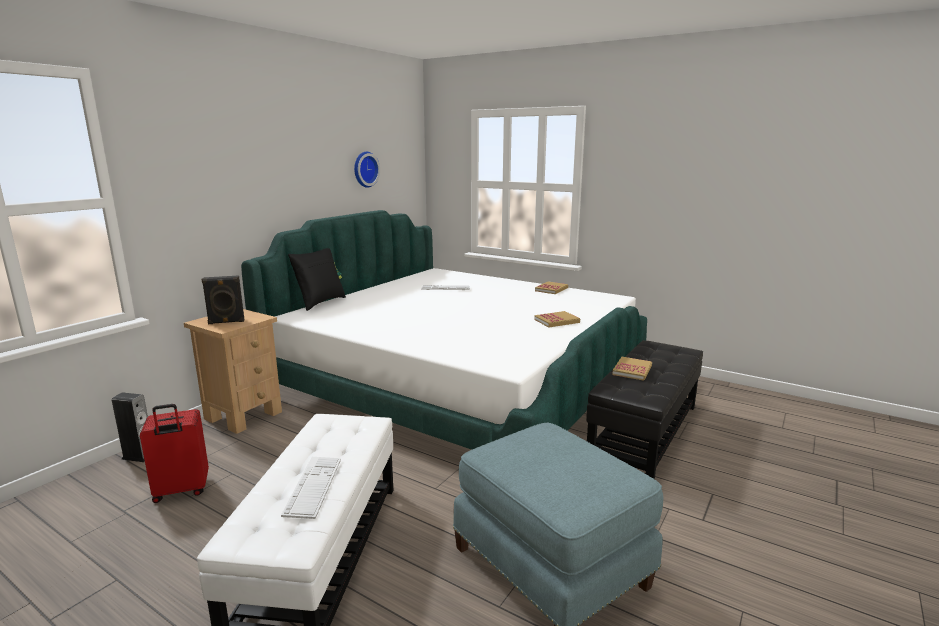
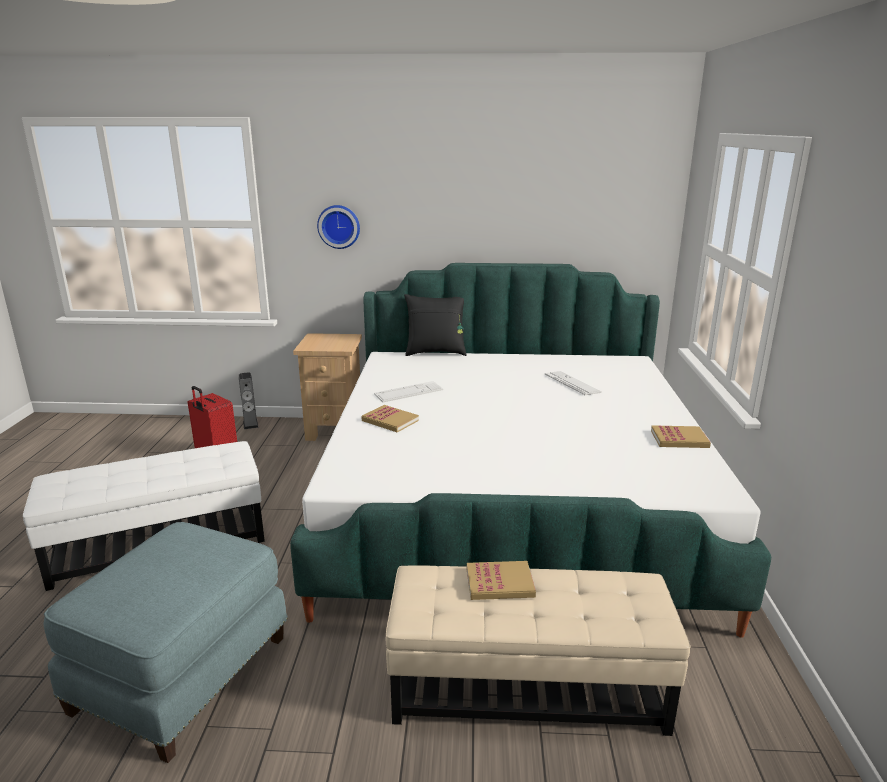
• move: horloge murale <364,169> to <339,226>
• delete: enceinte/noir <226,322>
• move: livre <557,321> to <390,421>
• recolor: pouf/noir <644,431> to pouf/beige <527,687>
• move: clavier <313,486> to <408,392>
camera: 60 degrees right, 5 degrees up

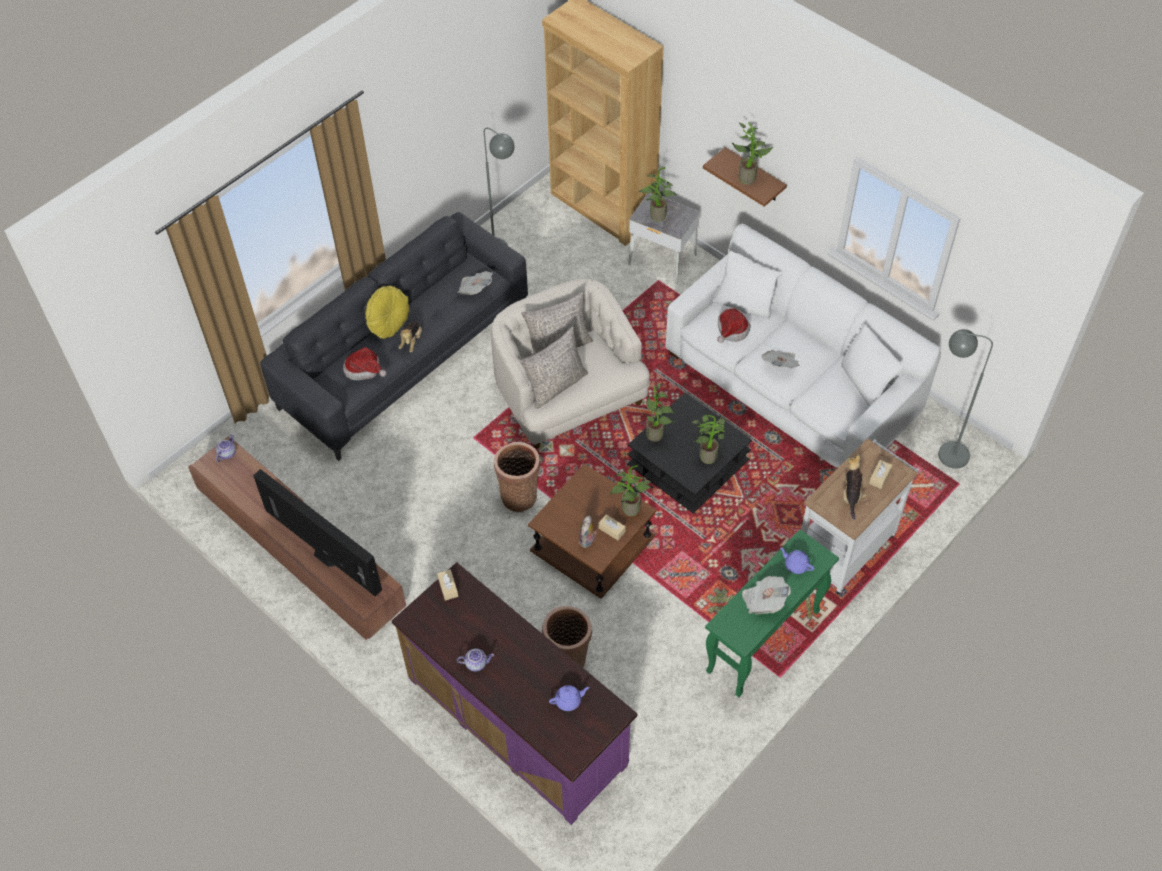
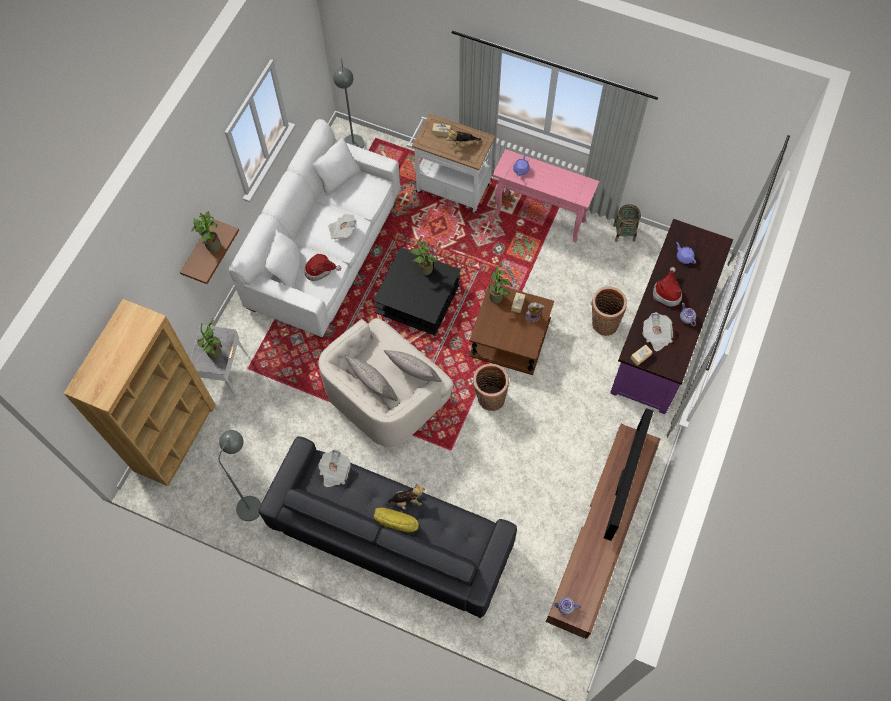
• move: chapeau <365,370> to <666,292>
• delete: plante en pot <657,435>
• recolor: table console/vert <763,642> to table console/rose <541,217>
• move: journal <764,601> to <656,336>
• insert: panier <624,233>
camera: 110 degrees left, 10 degrees up

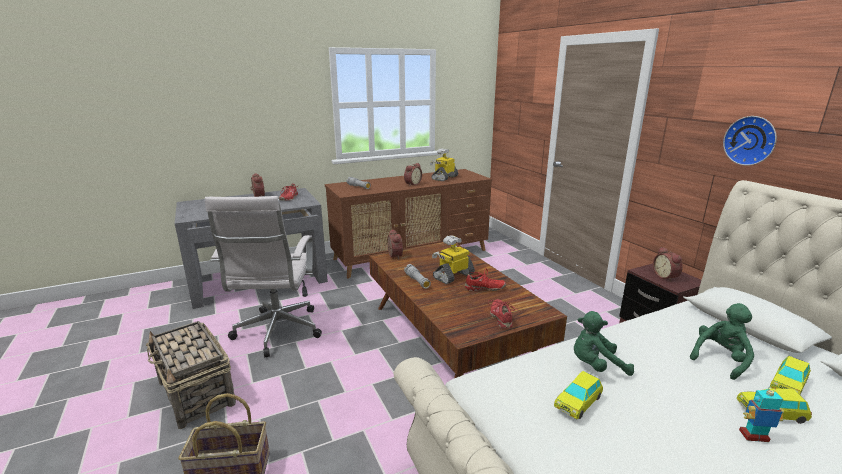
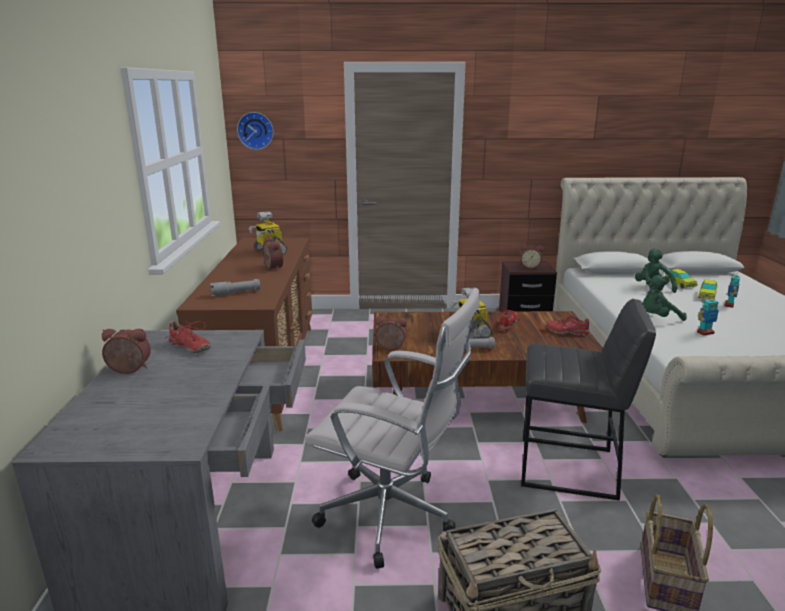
• move: horloge murale <751,140> to <255,130>
• rotate: peluche/vert <596,366> = <658,318> 60 degrees clockwise
• replace: petite voiture <578,402> to robot jouet <705,332>
• insert: tabouret/gris <569,468>
camera: 65 degrees left, 0 degrees up

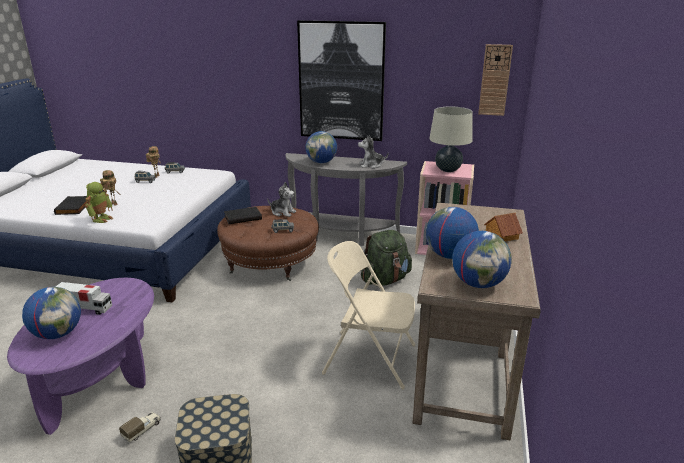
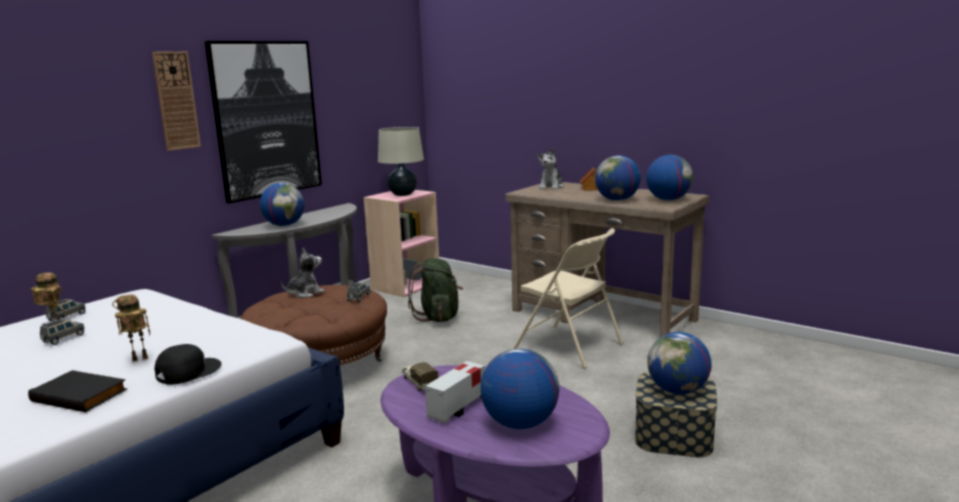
• move: horloge murale <495,80> to <176,100>
• move: peluche <371,165> to <551,187>
• replace: robot jouet <101,219> to casquette/noir <188,371>
• delete: livre/noir <243,217>
• rotate: chaise/beige <370,358> = <568,346> 90 degrees counterclockwise
• move: camion jouet <142,430> to <419,383>
• insert: globe <677,391>
camera: 65 degrees left, 10 degrees down

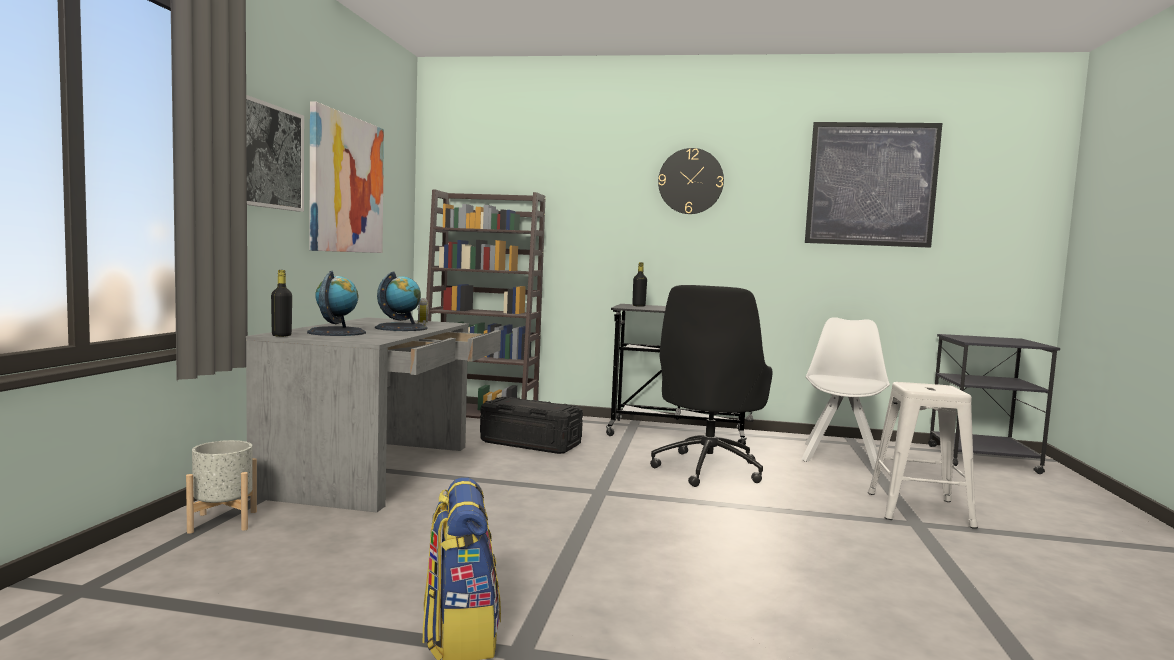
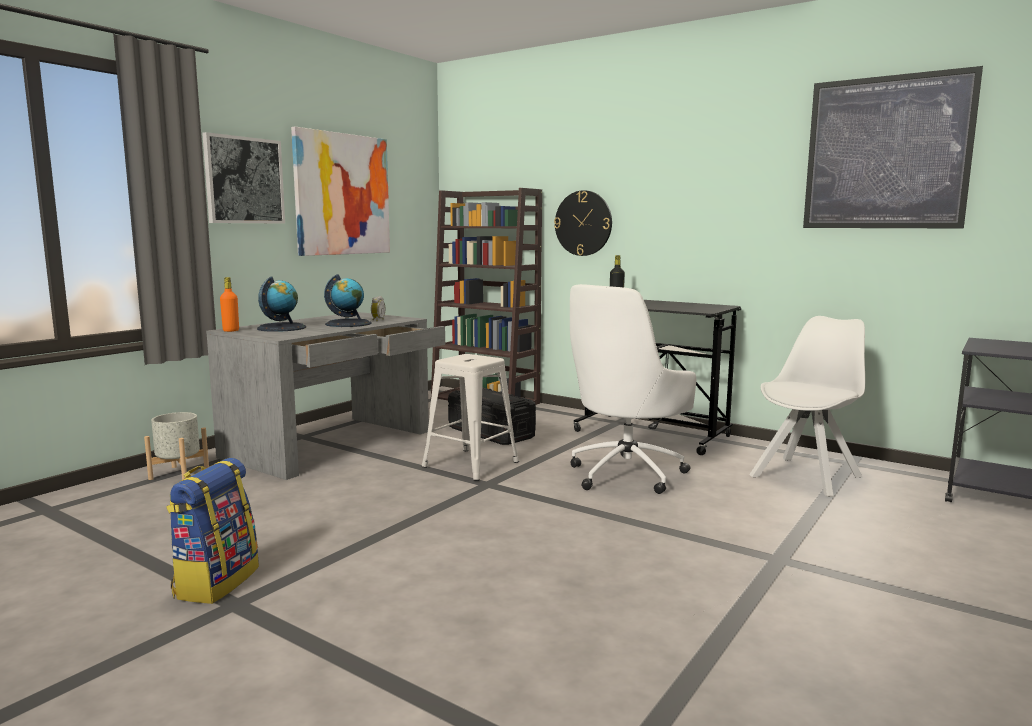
• move: horloge murale <690,181> to <583,223>
• recolor: bouteille/noir <281,335> to bouteille/orange <231,330>
• recolor: chaise de bureau/noir <707,470> to chaise de bureau/blanc <626,475>
• move: tabouret/blanc <919,510> to <470,464>
camera: 25 degrees right, 5 degrees up

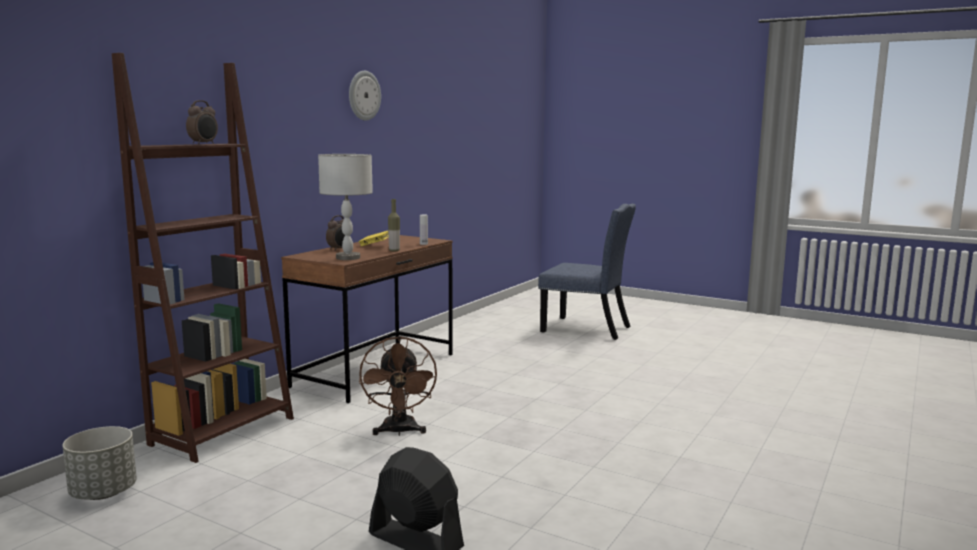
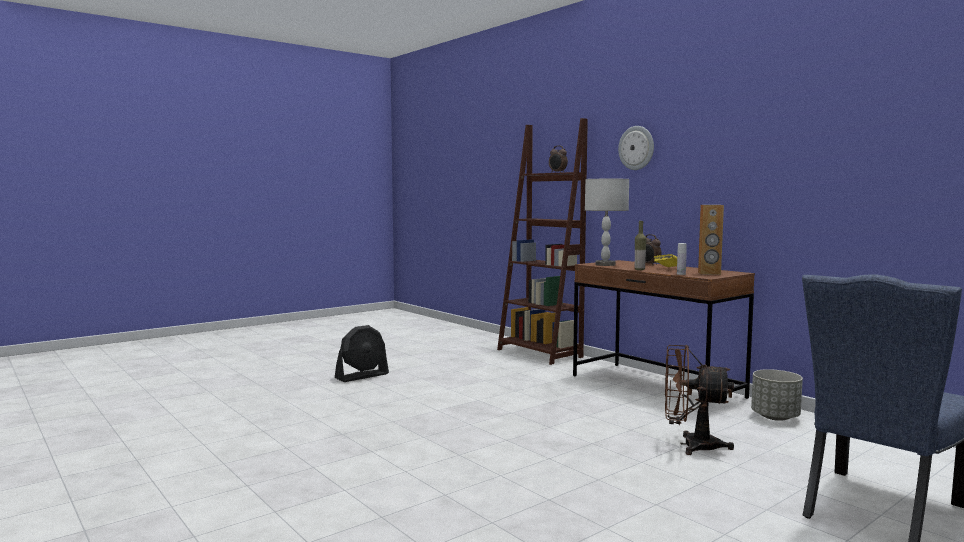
• move: horloge murale <363,95> to <636,148>
• move: ventilateur/marron <399,431> to <691,445>
• move: cache-pot/gris <103,492> to <775,417>
• insert: enceinte/marron <709,273>
camera: 110 degrees right, 5 degrees down

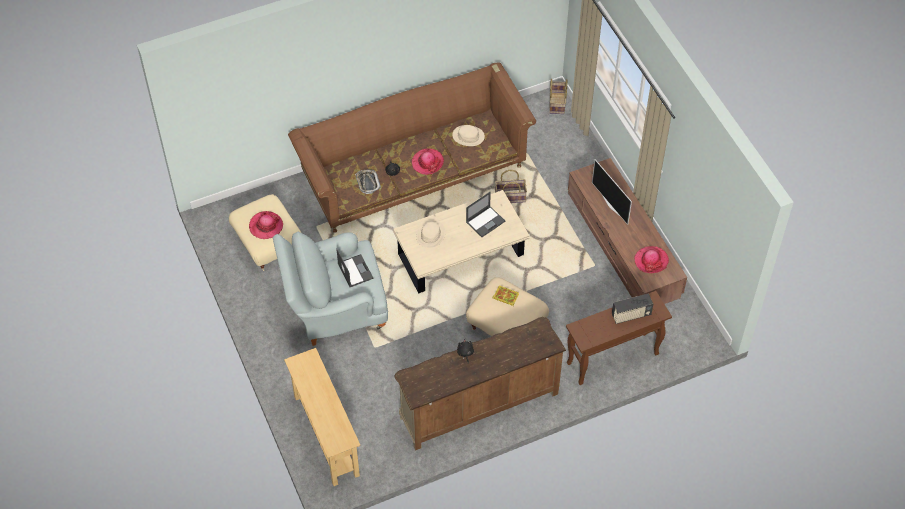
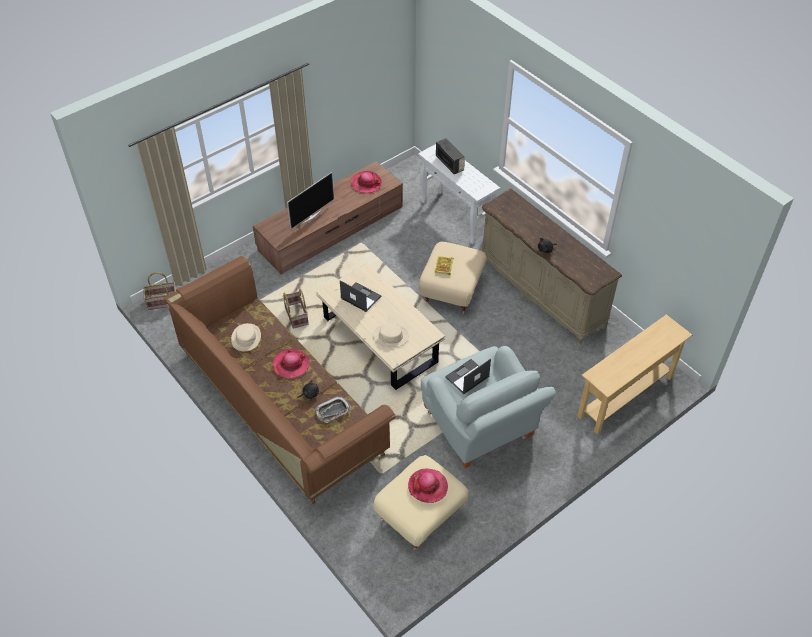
• recolor: table console/marron <612,359> to table console/blanc <456,217>
camera: 105 degrees left, 5 degrees down

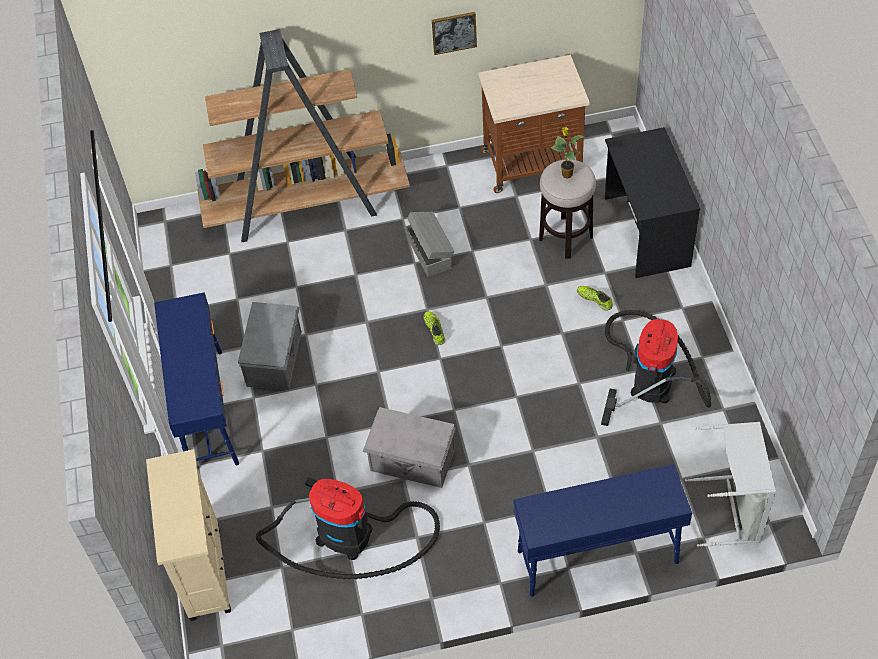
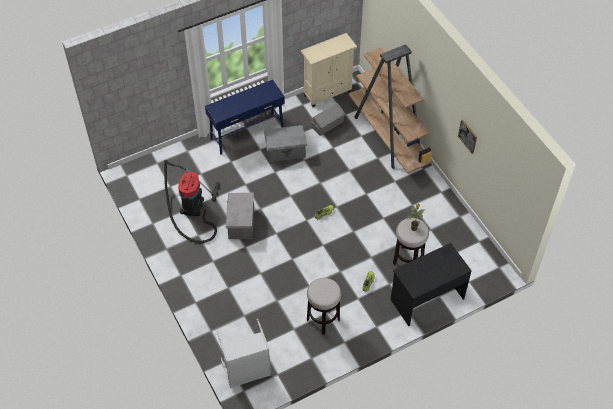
• delete: chariot/marron <532,163>
• move: boîte de rangement/gris <430,252> to <328,124>
• replace: aspirateur <652,377> to tabouret <323,319>
• move: meuble de rangement/beige <203,571> to <328,93>
• delete: table console/bleu <597,556>
camera: 70 degrees right, 0 degrees up

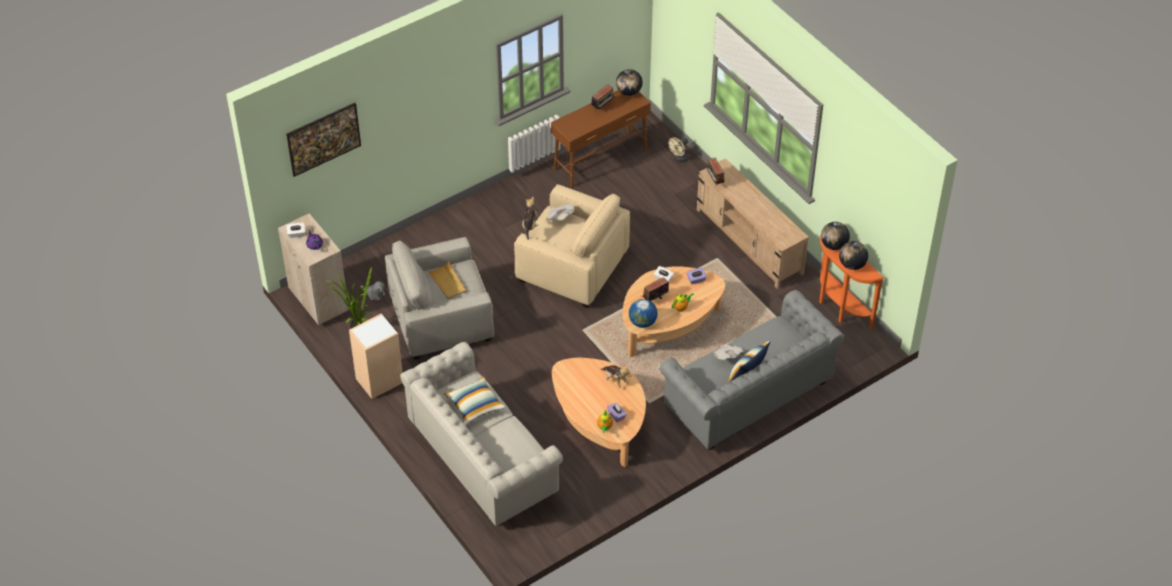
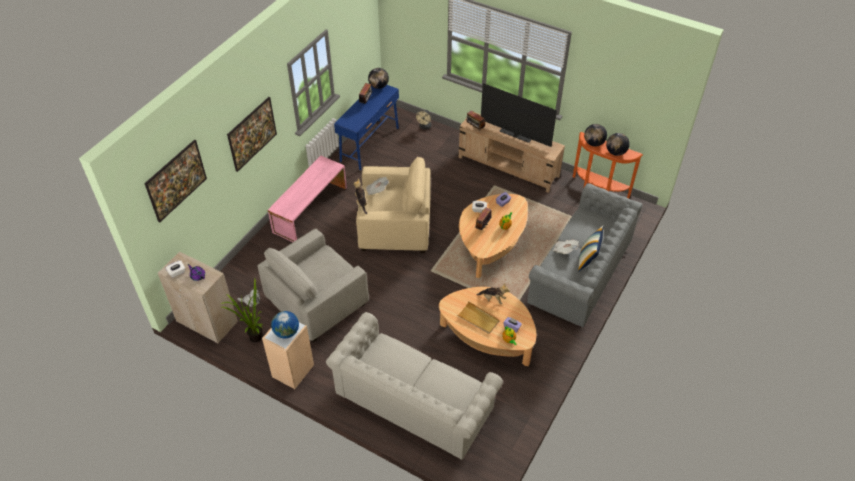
• recolor: table console/marron <601,159> to table console/bleu <370,145>
• move: plateau/beige <447,282> to <478,319>
• move: globe <642,322> to <286,332>
• delete: coussin <474,405>
• insert: téléviseur <515,135>
• insert: tableau <254,143>
• insert: banc/rose <310,209>
camera: 25 degrees left, 0 degrees up

